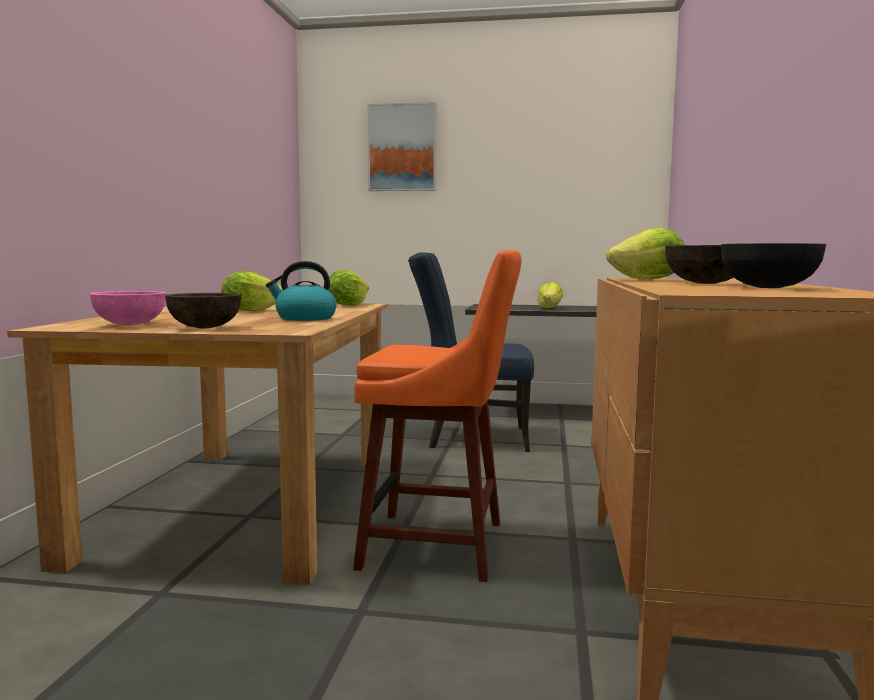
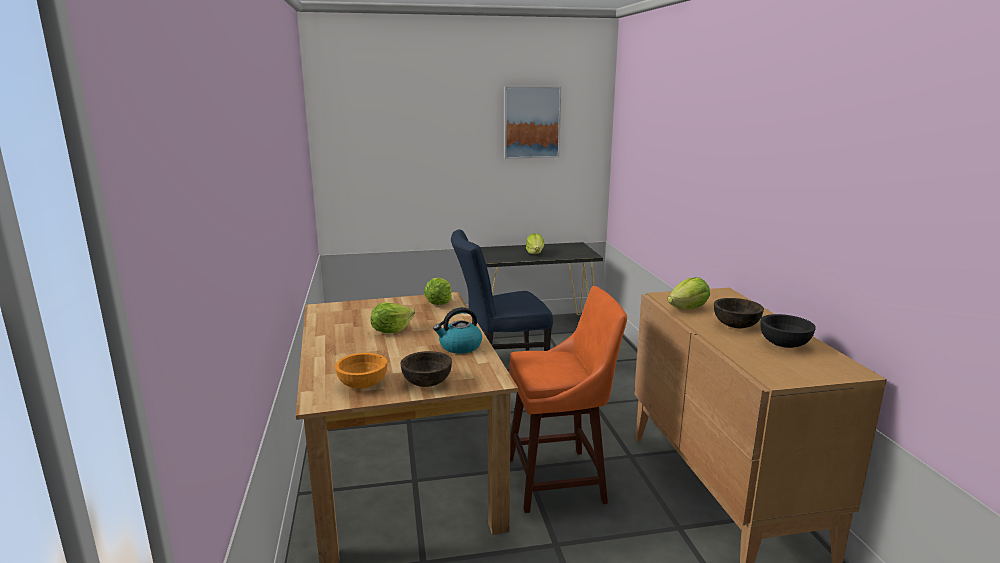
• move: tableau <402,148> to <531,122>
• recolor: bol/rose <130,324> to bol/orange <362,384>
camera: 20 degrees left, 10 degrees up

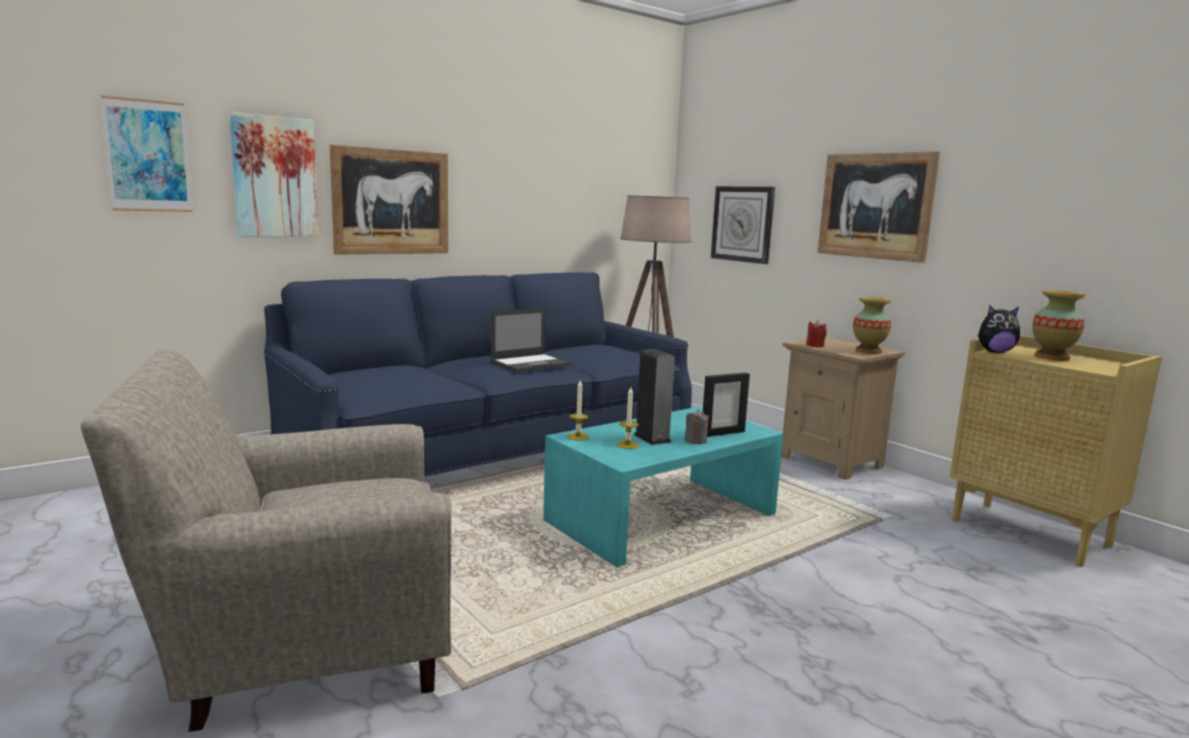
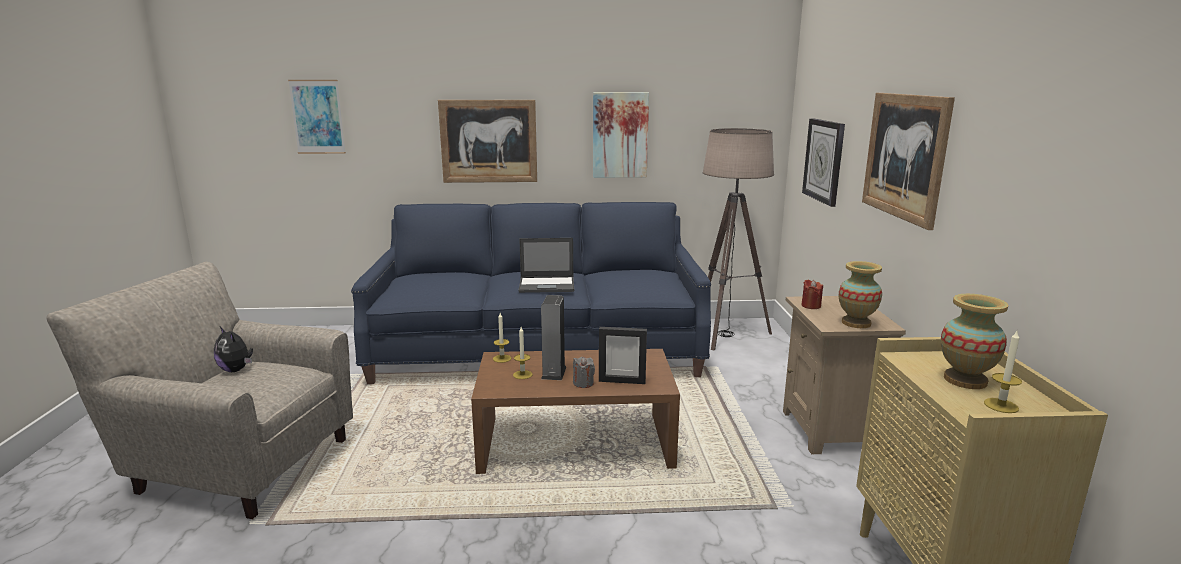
• move: tableau <274,177> to <620,135>
• move: peluche <995,352> to <236,370>
• recolor: table basse/turquoise <661,517> to table basse/marron <575,442>
• insert: bougie <1001,405>
camera: 35 degrees right, 5 degrees up

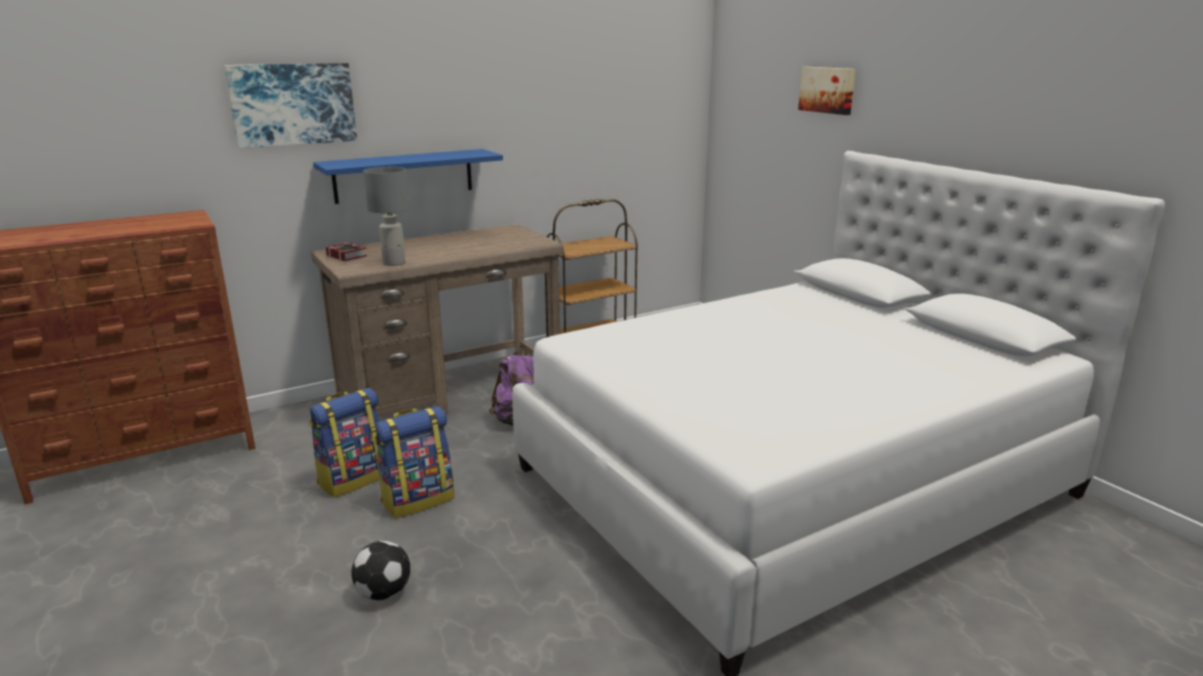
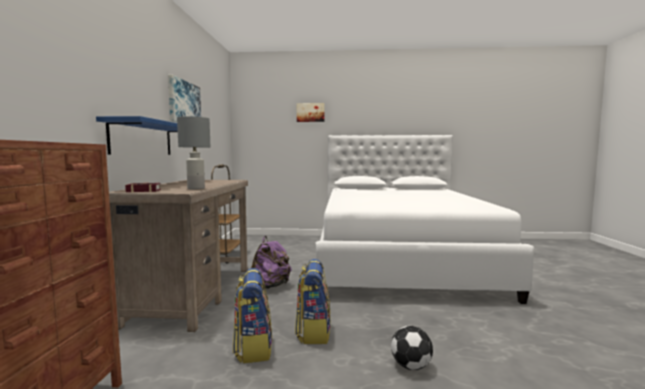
• move: tableau <293,104> to <184,103>
camera: 55 degrees left, 15 degrees down

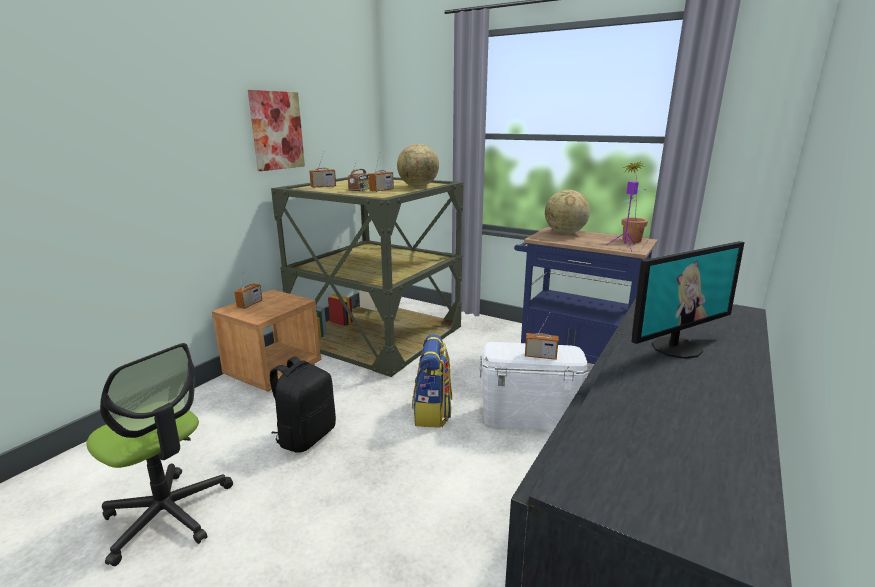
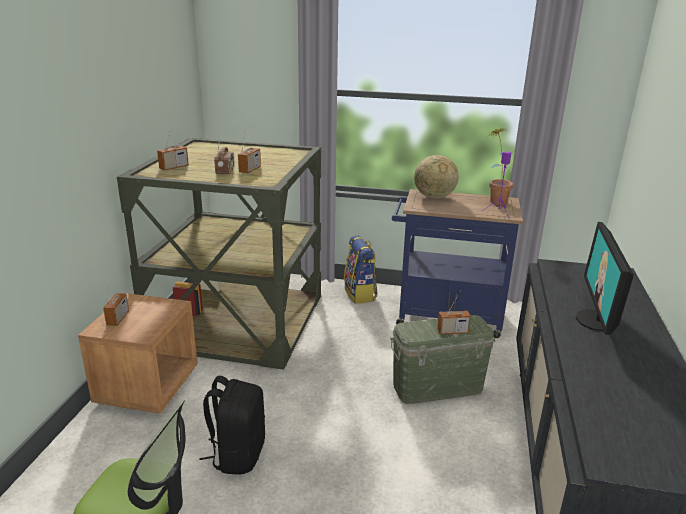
• delete: tableau <276,130>
• delete: globe <418,186>
• rotate: écran d'ordinateur <675,347> = <596,320> 150 degrees clockwise
• move: sac à dos <433,412> to <360,294>
• recolor: boîte de rangement/blanc <529,417> to boîte de rangement/vert <437,387>
camera: 20 degrees left, 5 degrees up

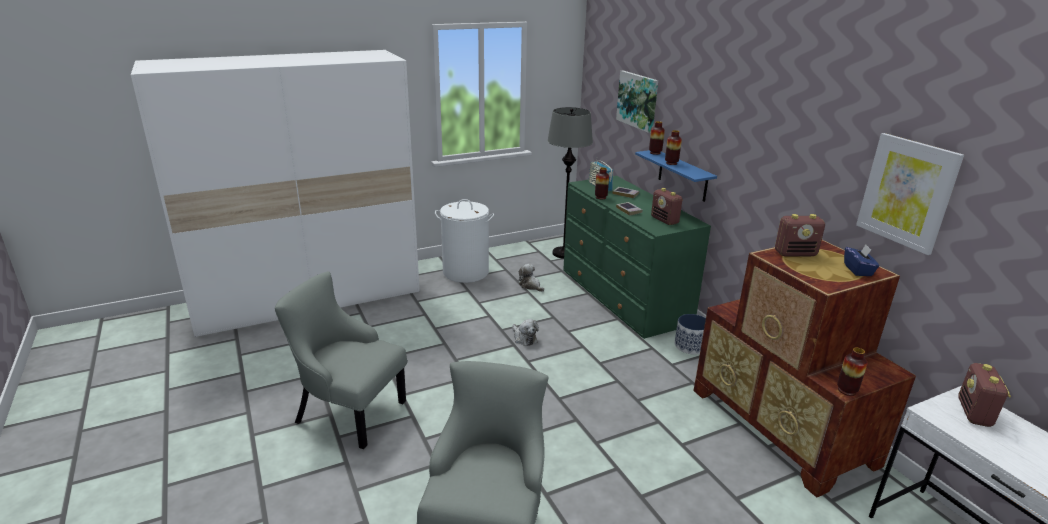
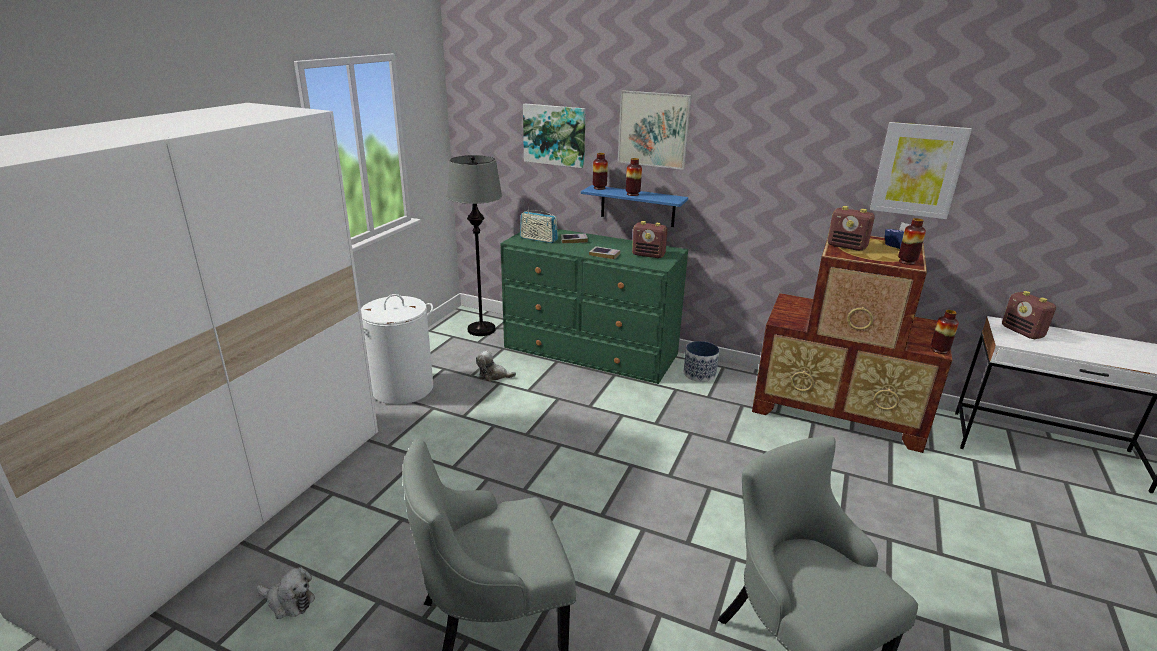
• move: vase <601,197> to <907,262>
• rotate: radio <795,253> = <847,246> 75 degrees clockwise
• move: peluche <524,338> to <288,601>
• insert: tableau <653,129>
camera: 40 degrees left, 0 degrees up

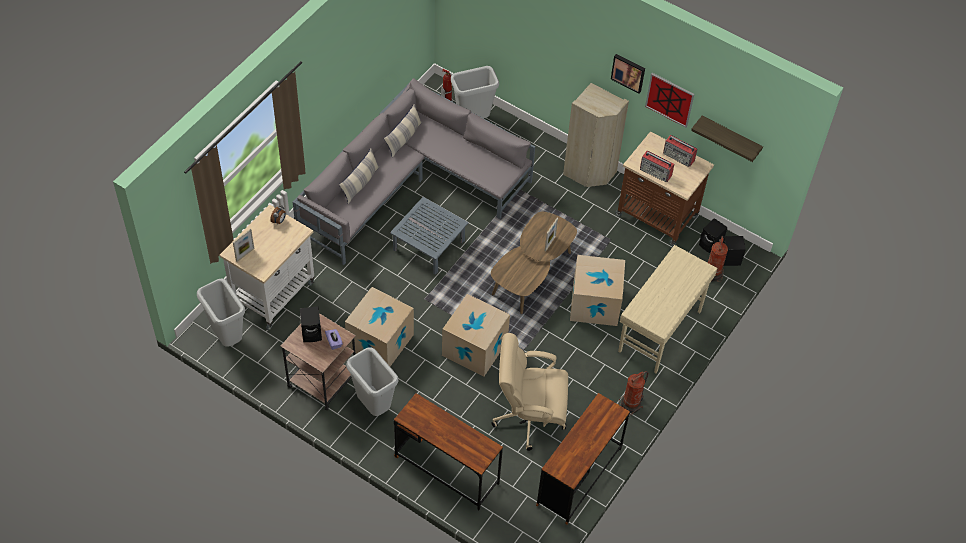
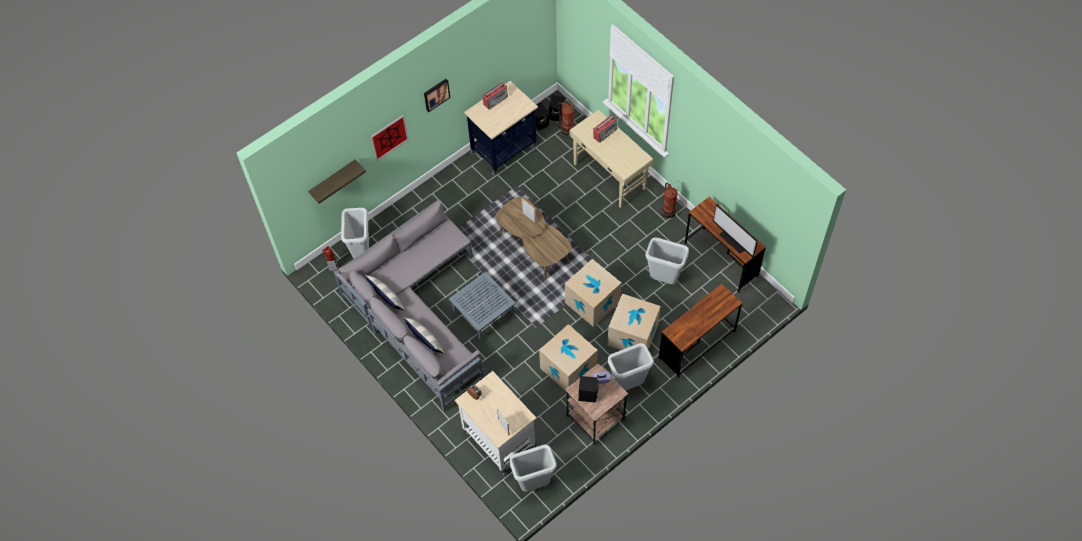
• move: tableau <670,99> to <389,137>
• delete: meuble de rangement/beige <590,172>
• move: étagère <730,138> to <333,180>
• recolor: chariot/marron <657,216> to chariot/bleu <503,149>
• move: radio <656,172> to <605,133>
• move: carton <595,303> to <632,335>
• replace: chaise de bureau/beige <529,417> to poubelle/gris <663,279>
• insert: écran d'ordinateur <735,239>
camera: 70 degrees left, 5 degrees up

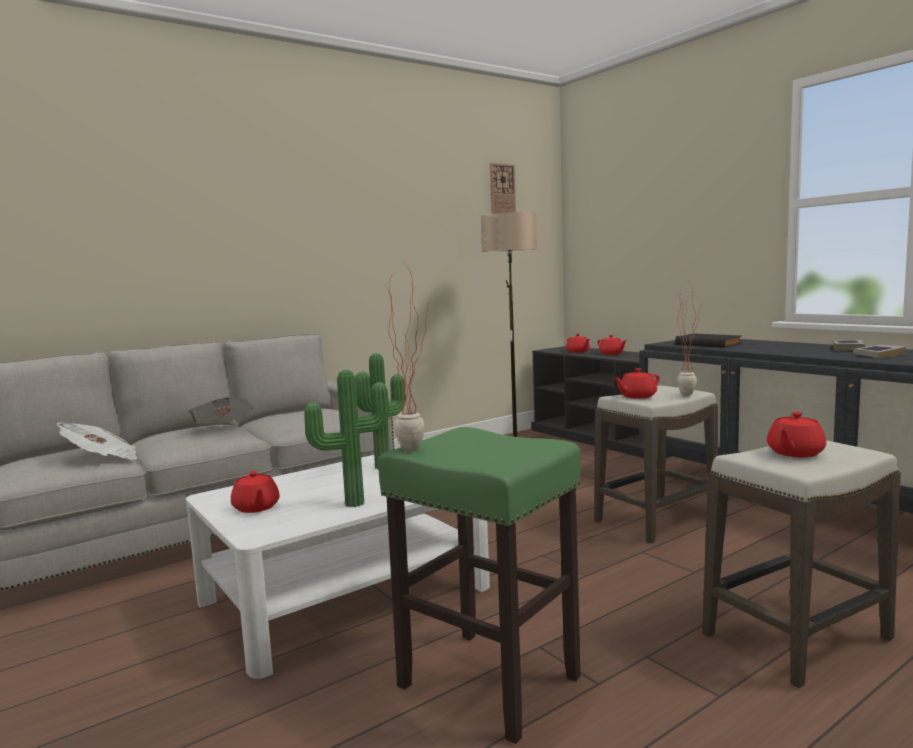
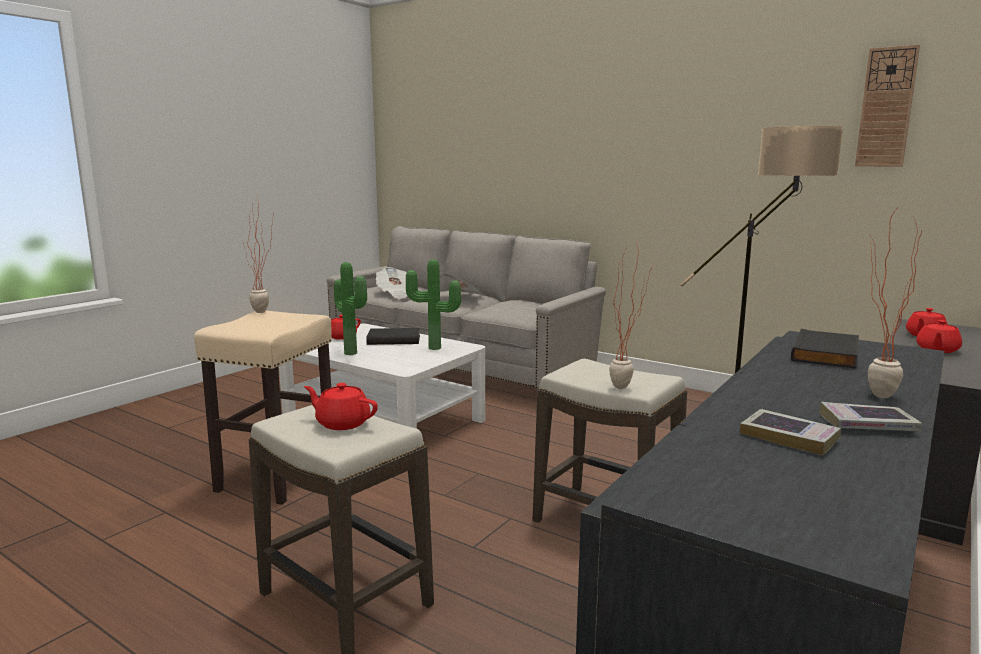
• delete: théière/rouge <637,396>
• recolor: tabouret/vert <486,681> to tabouret/beige <278,476>
• insert: plante en pot <870,395>
• insert: livre/noir <394,339>
camera: 70 degrees right, 5 degrees up

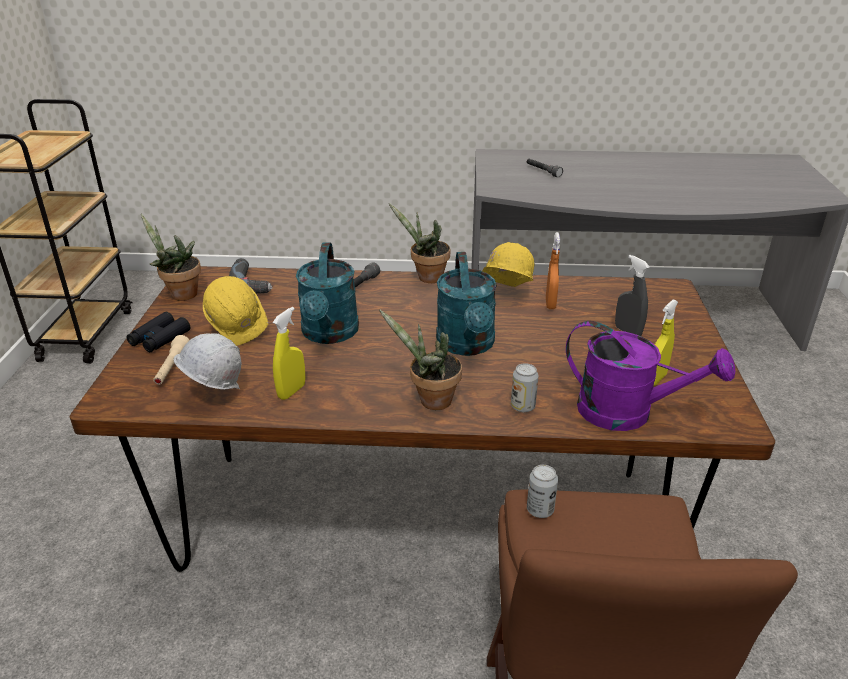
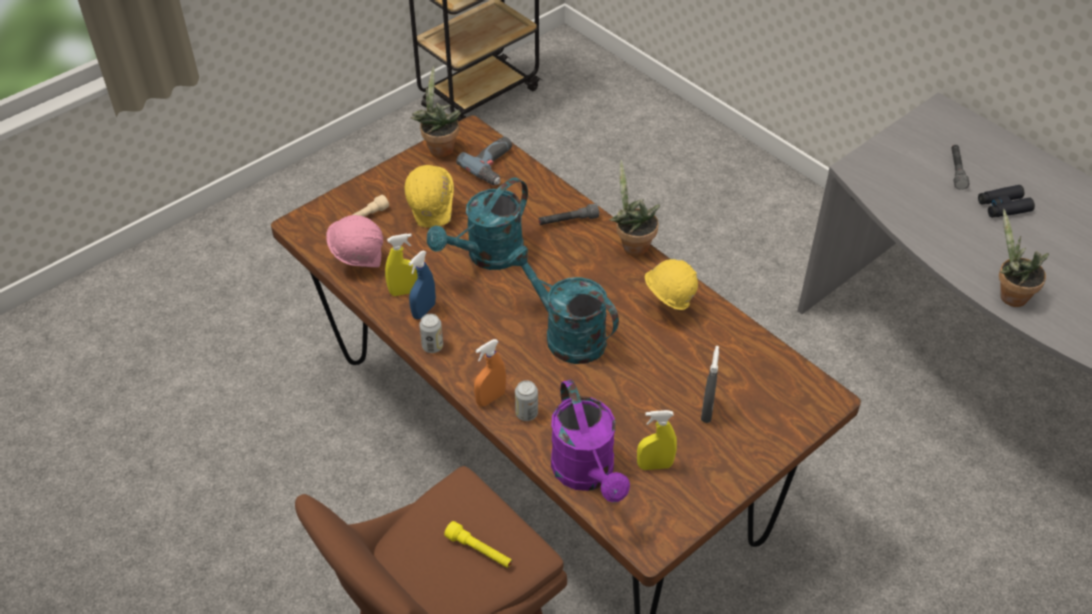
• move: vaporisateur/orange <550,304> to <490,398>
• rotate: arrosoir/turquoise <467,346> = <565,335> 90 degrees clockwise
• move: plante en pot <430,401> to <1009,295>
• move: jumelles/noir <159,338> to <1003,206>
• recolor: casque de chantier/blanc <213,394> to casque de chantier/rose <359,261>
• move: boîte métallique <540,510> to <432,346>
• insert: vaporisateur/bleu <424,311>
• insert: lampe de poche/jaune <479,551>
camera: 45 degrees right, 15 degrees up

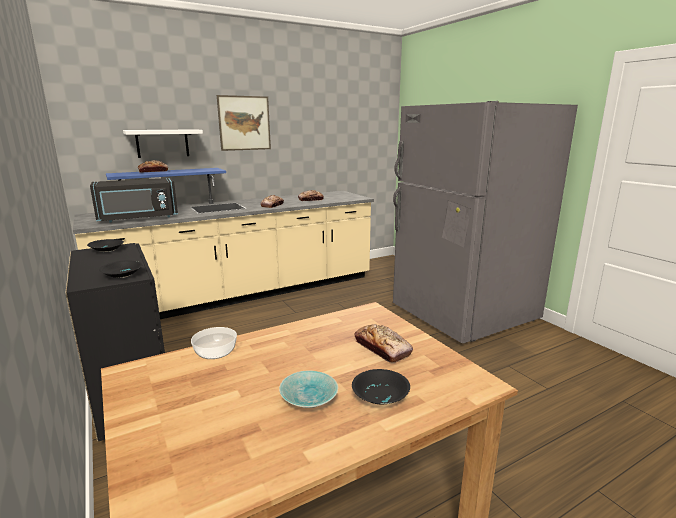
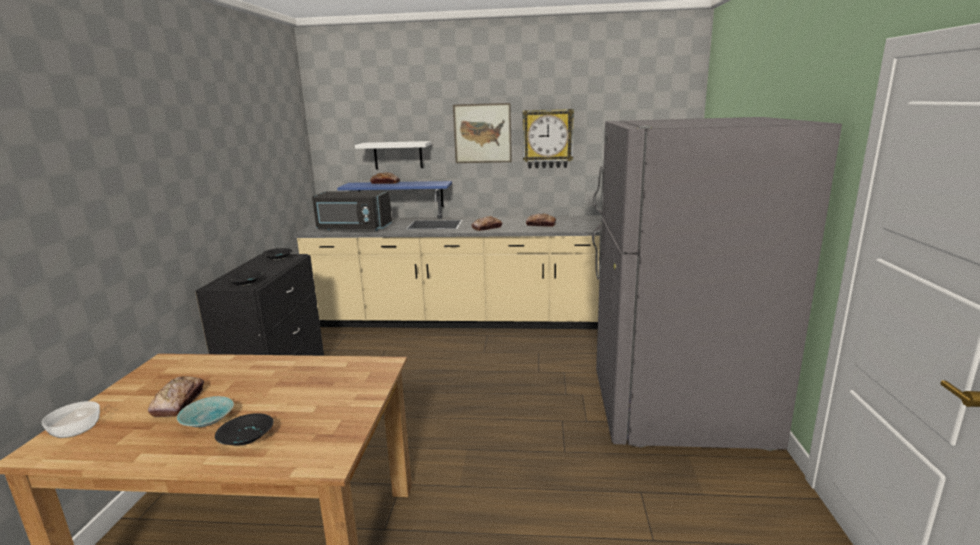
• move: pain <382,348> to <179,402>
• move: bol <214,352> to <75,429>
• insert: horloge murale <547,139>
camera: 35 degrees right, 0 degrees up

